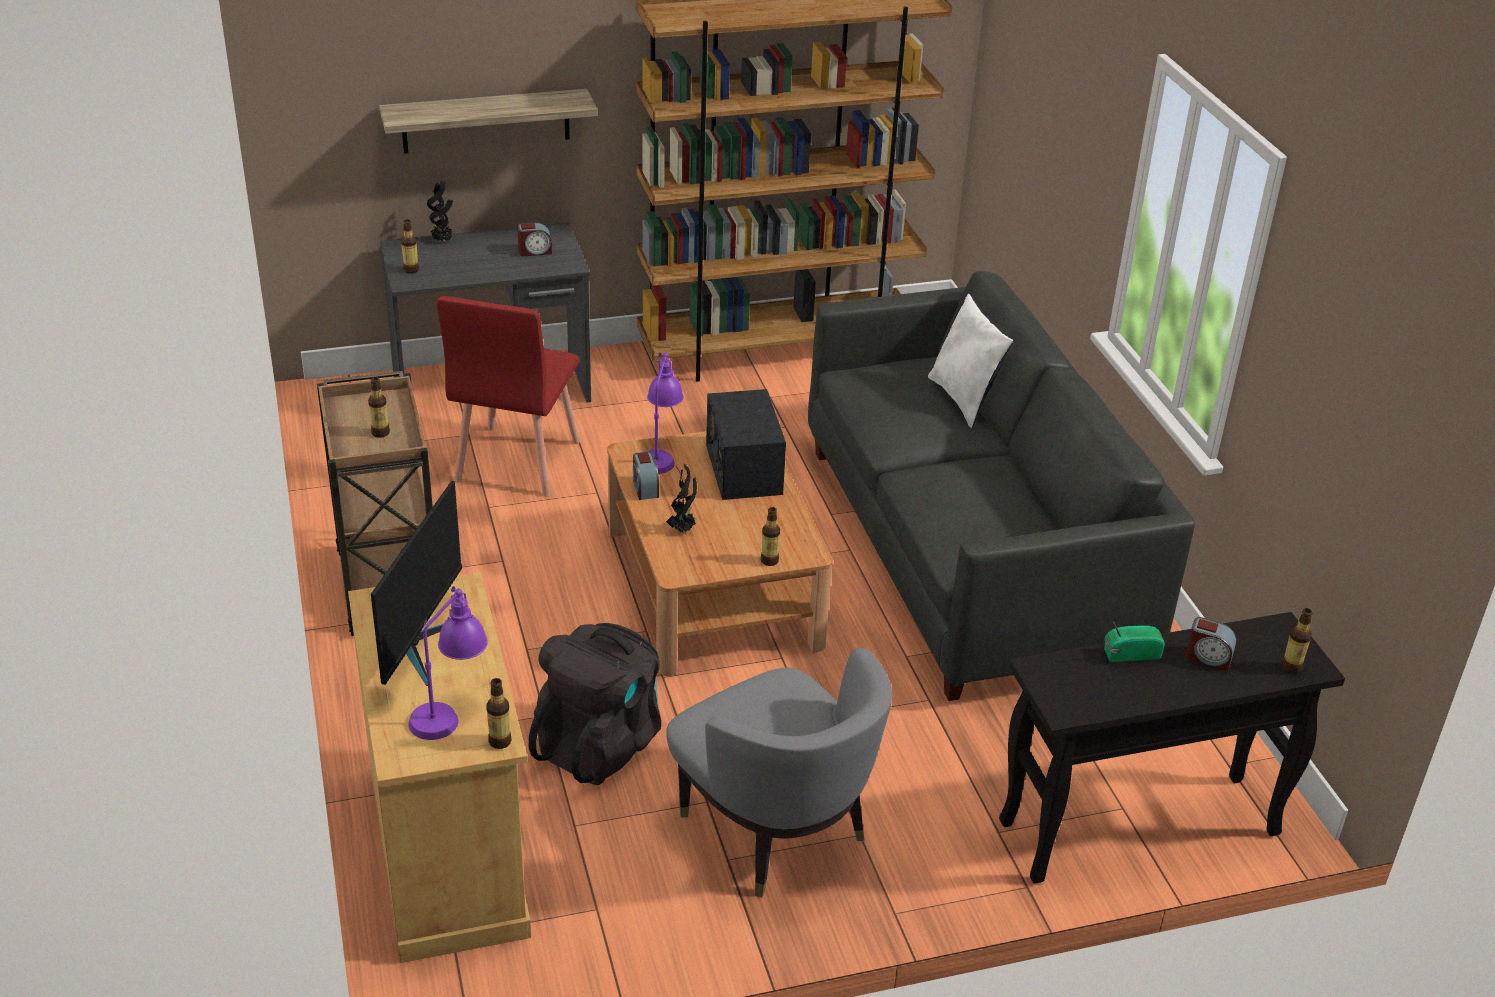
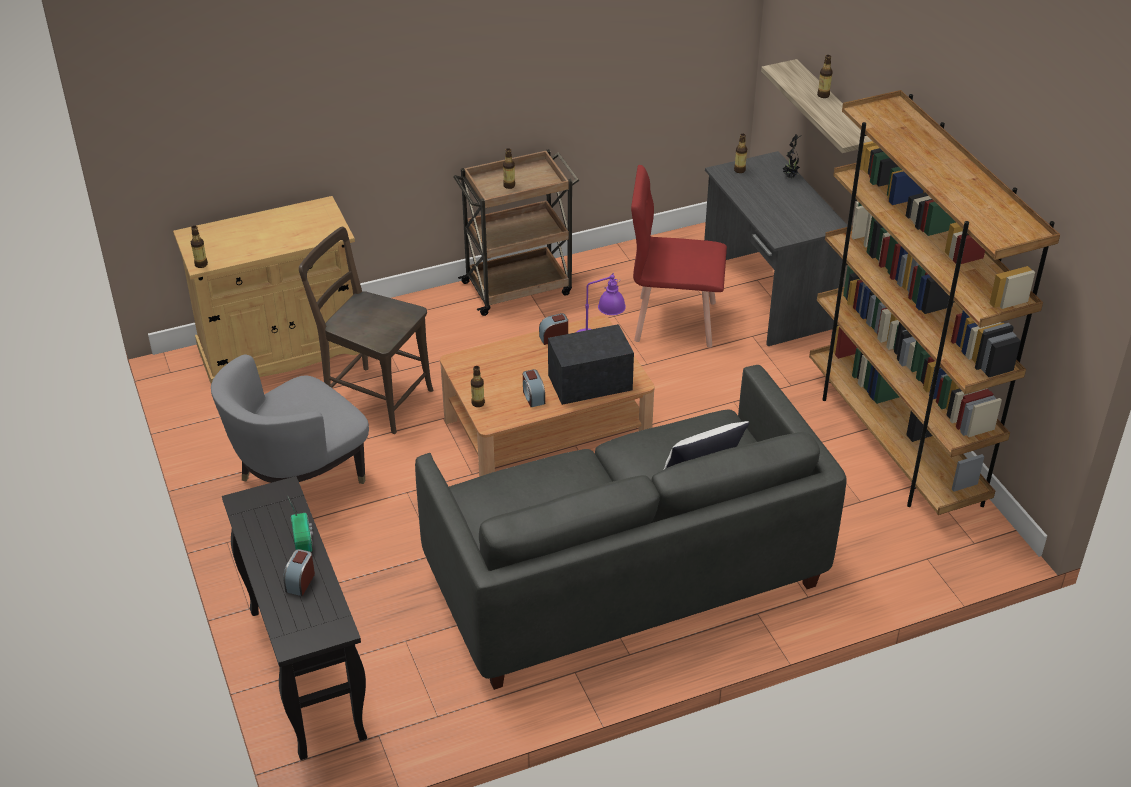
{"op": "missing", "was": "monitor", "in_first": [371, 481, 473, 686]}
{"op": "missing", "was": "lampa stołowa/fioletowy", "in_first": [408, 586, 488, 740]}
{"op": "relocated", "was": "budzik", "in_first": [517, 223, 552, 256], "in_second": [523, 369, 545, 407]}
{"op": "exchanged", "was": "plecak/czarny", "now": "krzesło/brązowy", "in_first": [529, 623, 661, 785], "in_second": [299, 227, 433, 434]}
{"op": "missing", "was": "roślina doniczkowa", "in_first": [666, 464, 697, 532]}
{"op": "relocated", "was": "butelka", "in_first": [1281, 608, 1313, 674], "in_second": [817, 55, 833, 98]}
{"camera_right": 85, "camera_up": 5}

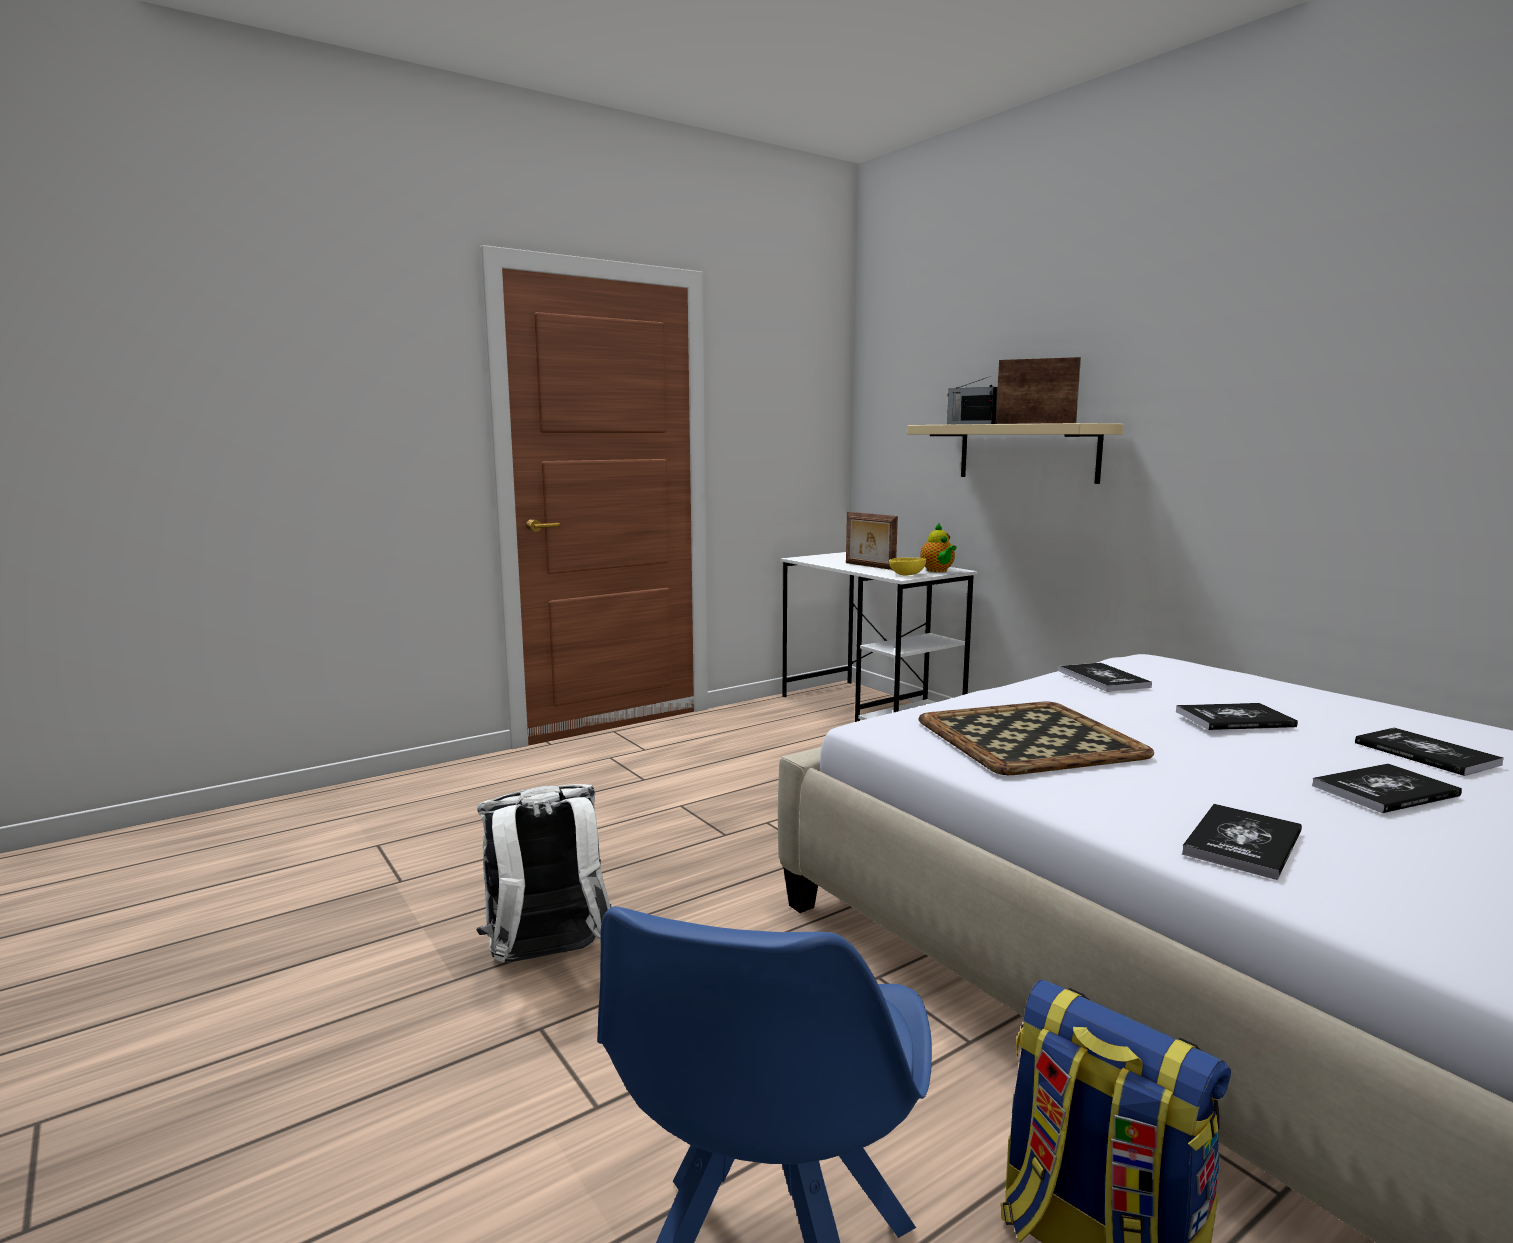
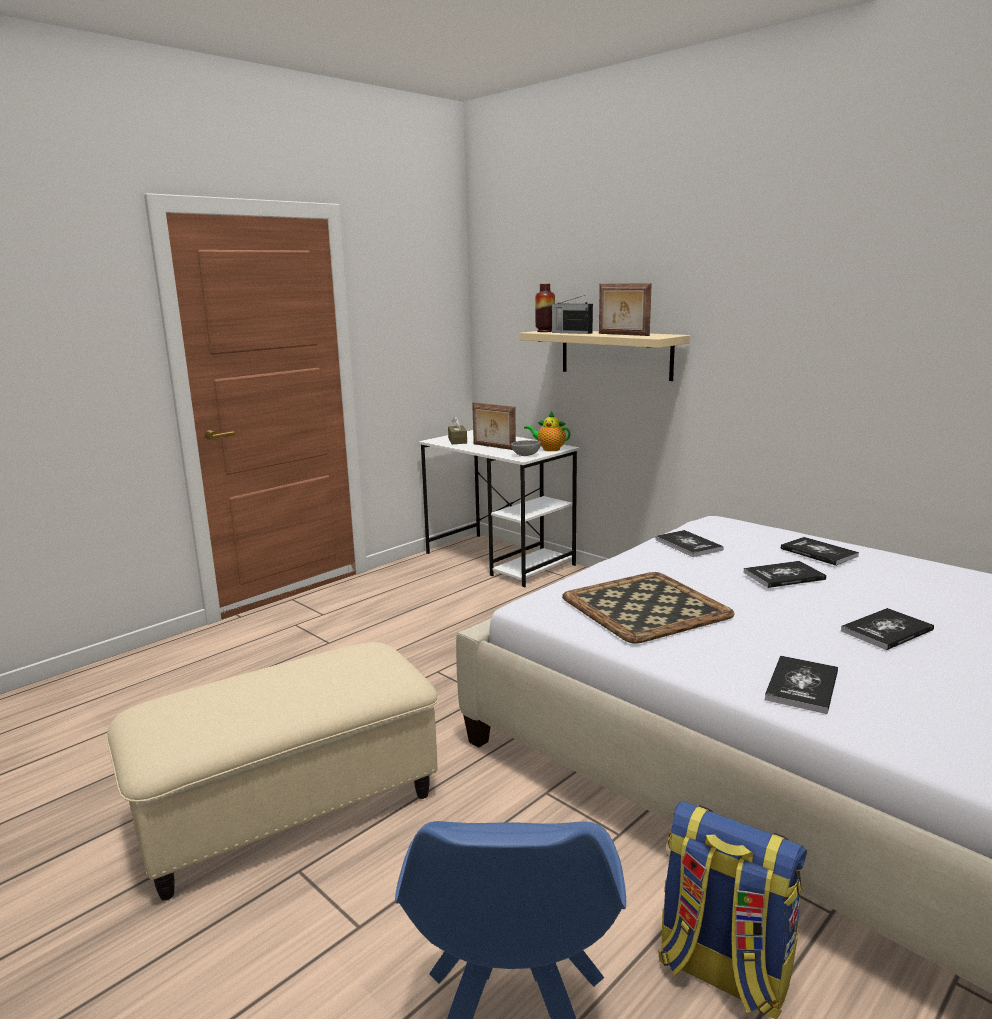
{"op": "exchanged", "was": "plecak/biały", "now": "pufa/beżowy", "in_first": [476, 784, 611, 963], "in_second": [106, 642, 439, 901]}
{"op": "colour", "was": "miska/żółty", "now": "miska/szary", "in_first": [889, 558, 926, 575], "in_second": [511, 440, 541, 456]}
{"op": "spun", "was": "imbryk", "in_first": [920, 523, 957, 572], "in_second": [524, 412, 571, 451], "clockwise": 135}
{"op": "spun", "was": "ramka na zdjęcie", "in_first": [996, 357, 1081, 424], "in_second": [599, 283, 652, 336], "clockwise": -150}
{"op": "relocated", "was": "książka", "in_first": [1355, 728, 1504, 776], "in_second": [781, 537, 859, 566]}
{"op": "appeared", "now": "pudełko chusteczek/brązowy", "in_second": [448, 416, 467, 444]}
{"op": "appeared", "now": "wazon", "in_second": [535, 283, 555, 332]}
{"camera_right": -10, "camera_up": 5}

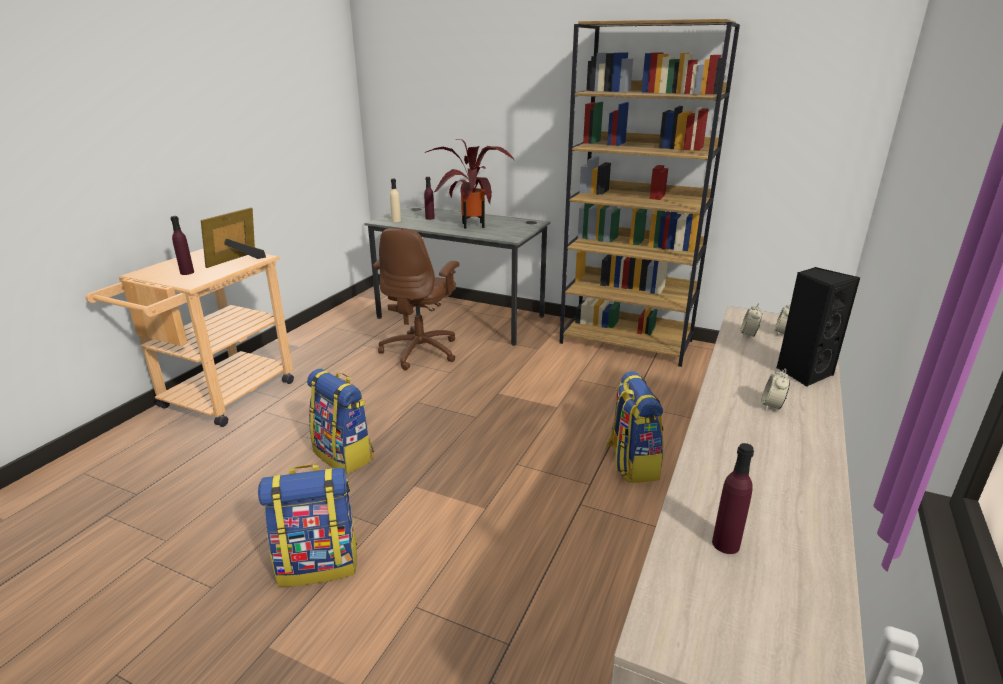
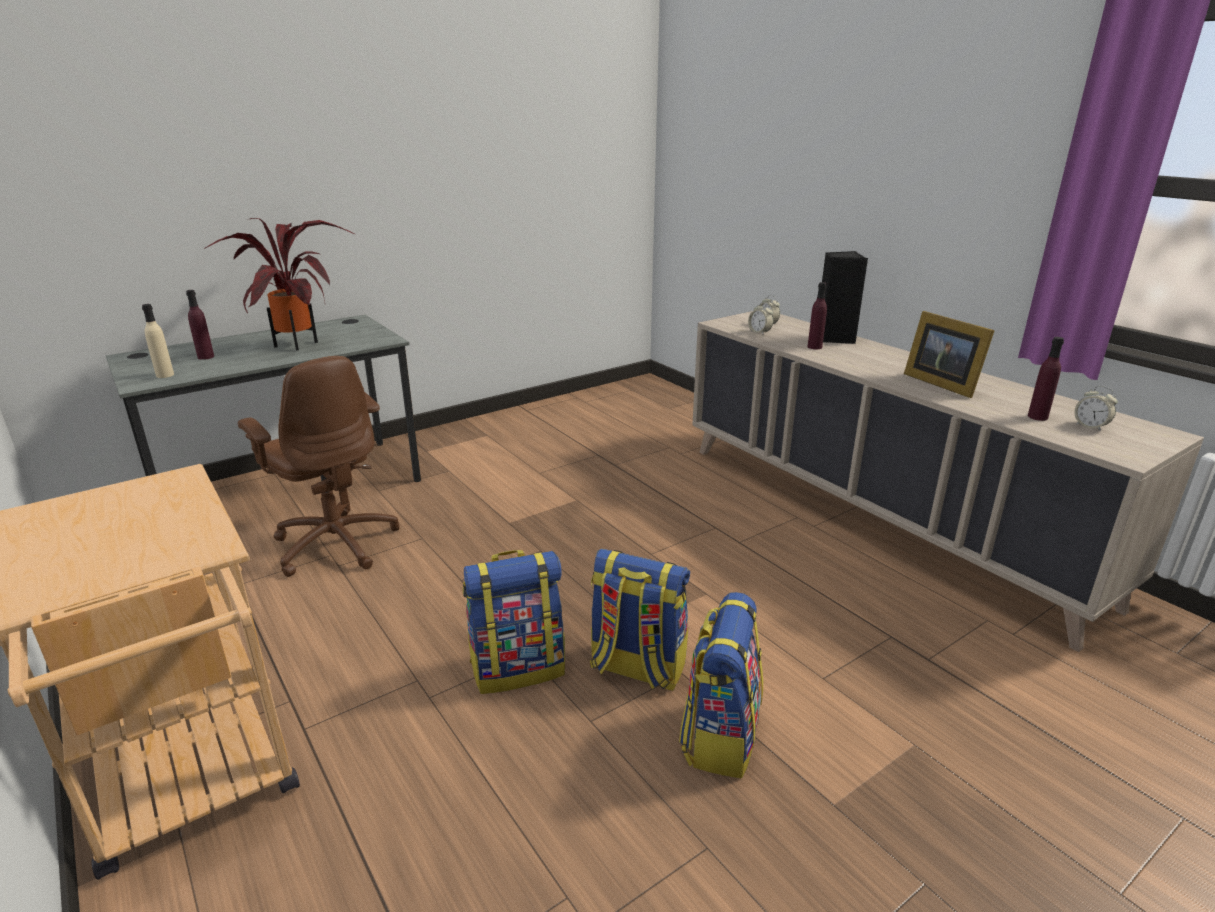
{"op": "relocated", "was": "butelka/fioletowy", "in_first": [171, 216, 194, 275], "in_second": [807, 282, 827, 349]}
{"op": "relocated", "was": "ramka na zdjęcie", "in_first": [201, 208, 266, 268], "in_second": [904, 311, 995, 398]}
{"op": "missing", "was": "regał/brązowy", "in_first": [559, 19, 740, 367]}
{"op": "relocated", "was": "plecak", "in_first": [606, 371, 664, 483], "in_second": [590, 549, 690, 691]}
{"op": "relocated", "was": "budzik", "in_first": [761, 368, 790, 411], "in_second": [1074, 386, 1118, 432]}
{"camera_right": -60, "camera_up": 0}

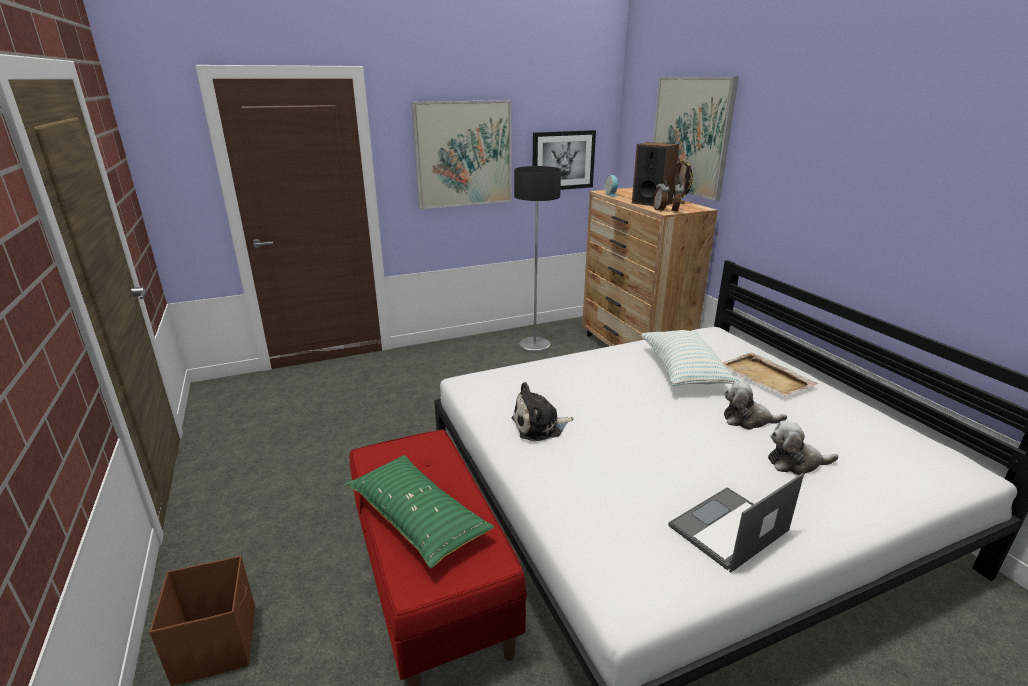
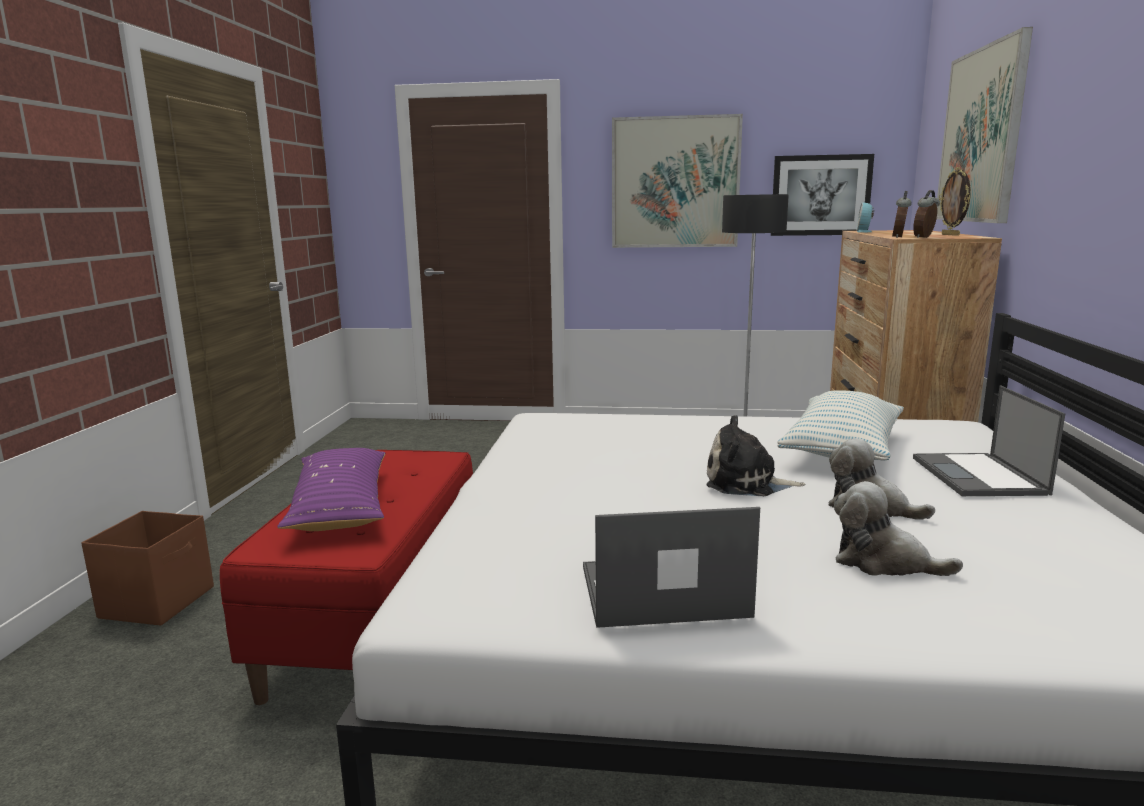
{"op": "colour", "was": "poduszka/zielony", "now": "poduszka/fioletowy", "in_first": [345, 455, 494, 569], "in_second": [278, 448, 385, 531]}
{"op": "relocated", "was": "pluszak", "in_first": [511, 382, 574, 442], "in_second": [706, 415, 805, 496]}
{"op": "missing", "was": "głośnik", "in_first": [632, 142, 679, 206]}
{"op": "exchanged", "was": "taca/beżowy", "now": "laptop", "in_first": [723, 352, 818, 396], "in_second": [913, 386, 1065, 496]}
{"camera_right": 30, "camera_up": -10}

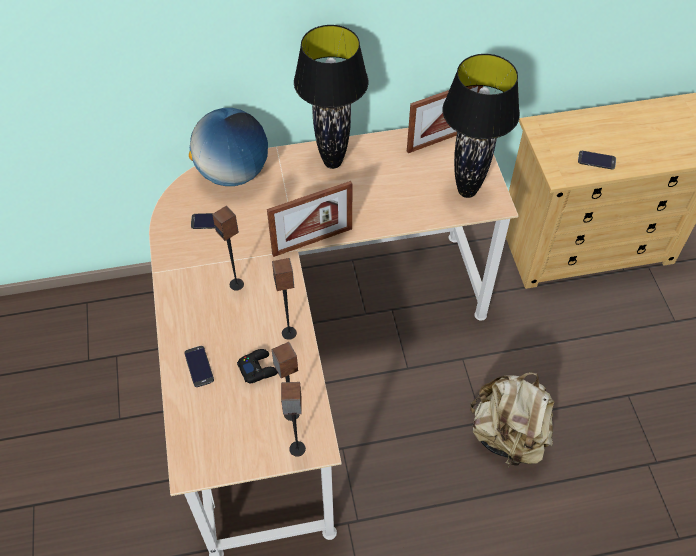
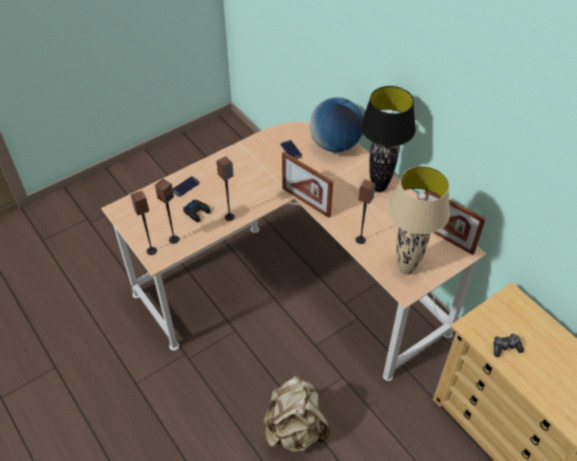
{"op": "relocated", "was": "głośnik", "in_first": [212, 206, 244, 291], "in_second": [356, 179, 376, 244]}
{"op": "colour", "was": "lampa stołowa/czarny", "now": "lampa stołowa/beżowy", "in_first": [443, 54, 520, 198], "in_second": [388, 166, 450, 275]}
{"op": "exchanged", "was": "telefon", "now": "pad do gier", "in_first": [578, 151, 616, 169], "in_second": [494, 333, 524, 357]}
{"camera_right": 65, "camera_up": -5}

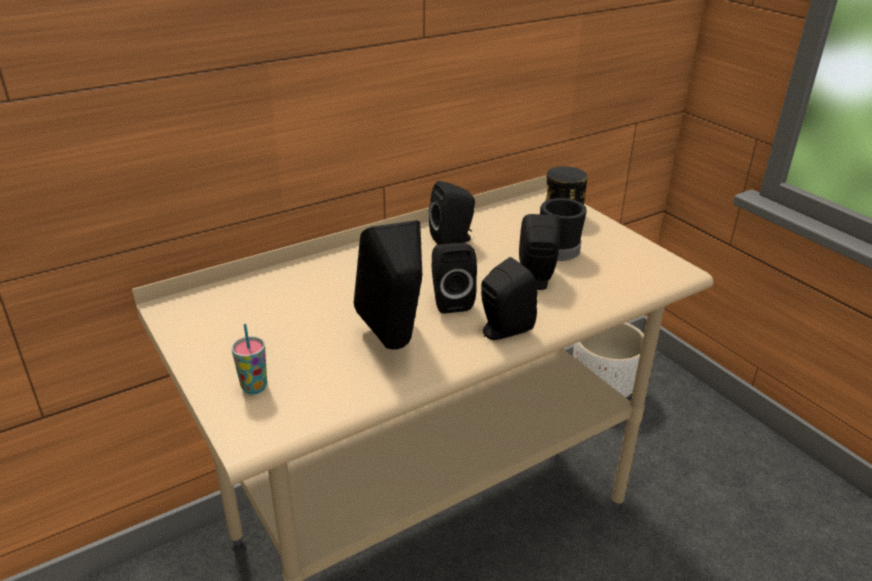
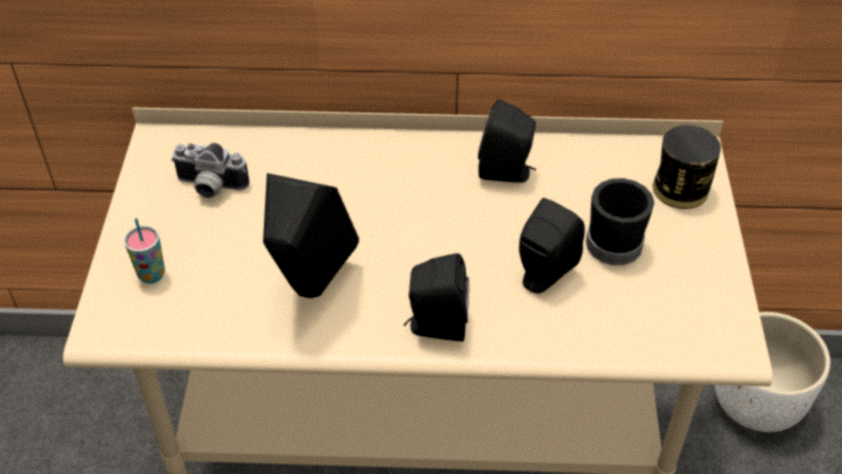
{"op": "missing", "was": "głośnik/czarny", "in_first": [432, 243, 477, 314]}
{"op": "appeared", "now": "aparat fotograficzny", "in_second": [171, 143, 249, 198]}
{"camera_right": 35, "camera_up": 15}

